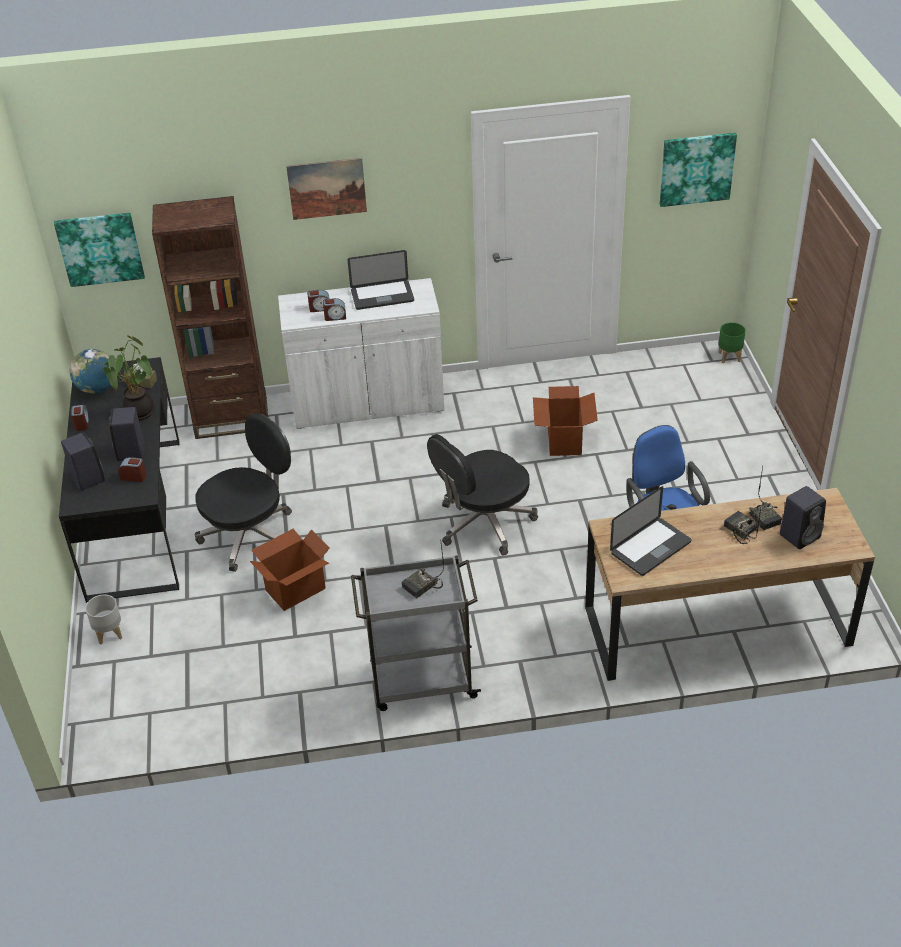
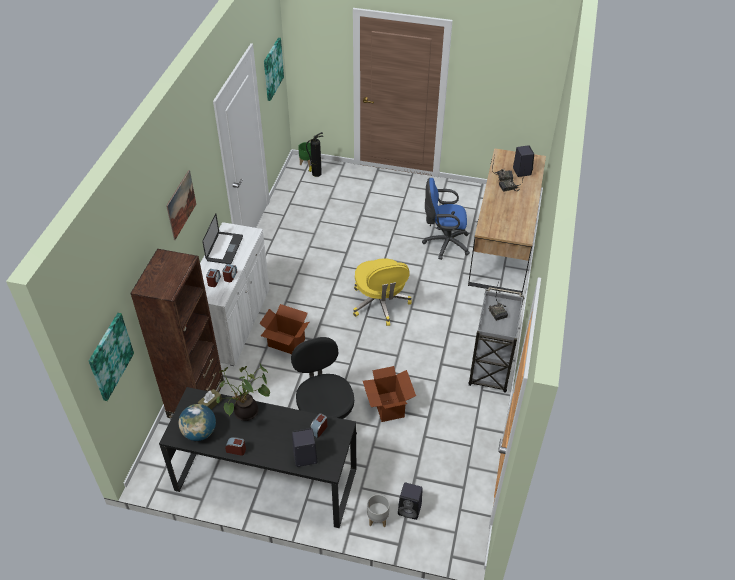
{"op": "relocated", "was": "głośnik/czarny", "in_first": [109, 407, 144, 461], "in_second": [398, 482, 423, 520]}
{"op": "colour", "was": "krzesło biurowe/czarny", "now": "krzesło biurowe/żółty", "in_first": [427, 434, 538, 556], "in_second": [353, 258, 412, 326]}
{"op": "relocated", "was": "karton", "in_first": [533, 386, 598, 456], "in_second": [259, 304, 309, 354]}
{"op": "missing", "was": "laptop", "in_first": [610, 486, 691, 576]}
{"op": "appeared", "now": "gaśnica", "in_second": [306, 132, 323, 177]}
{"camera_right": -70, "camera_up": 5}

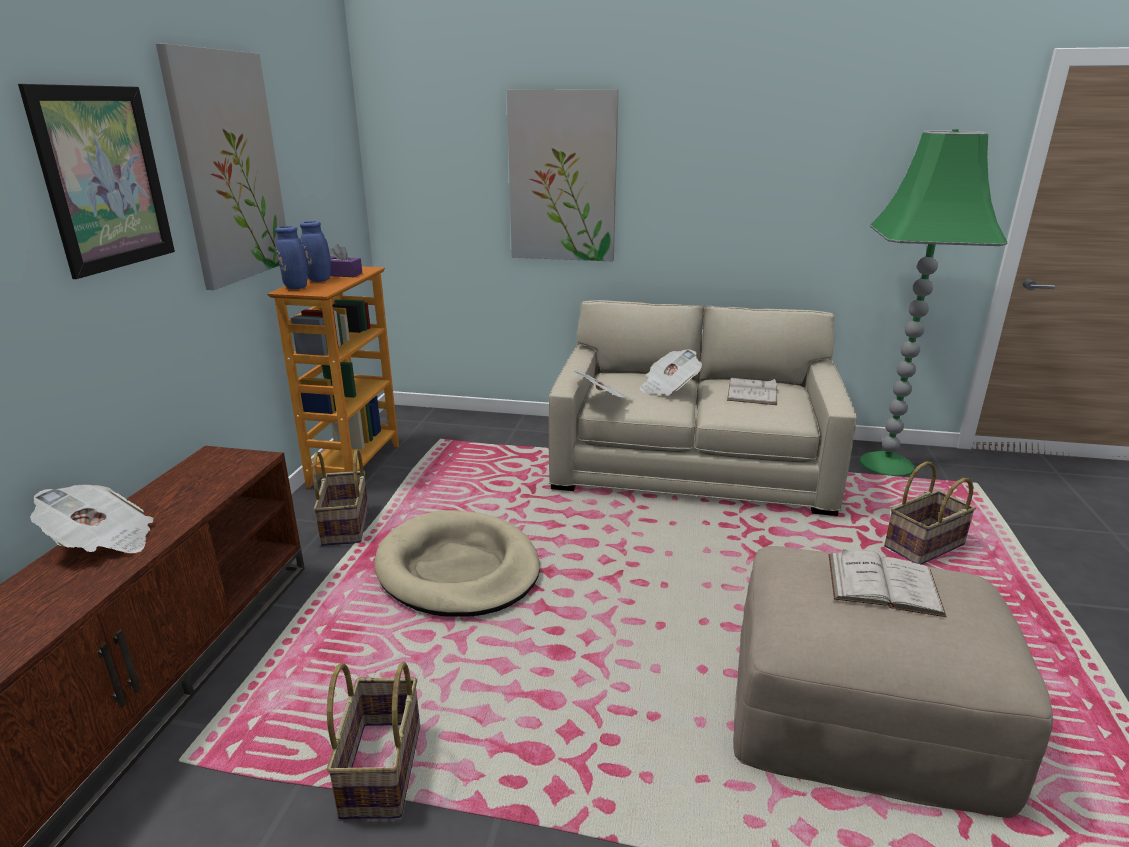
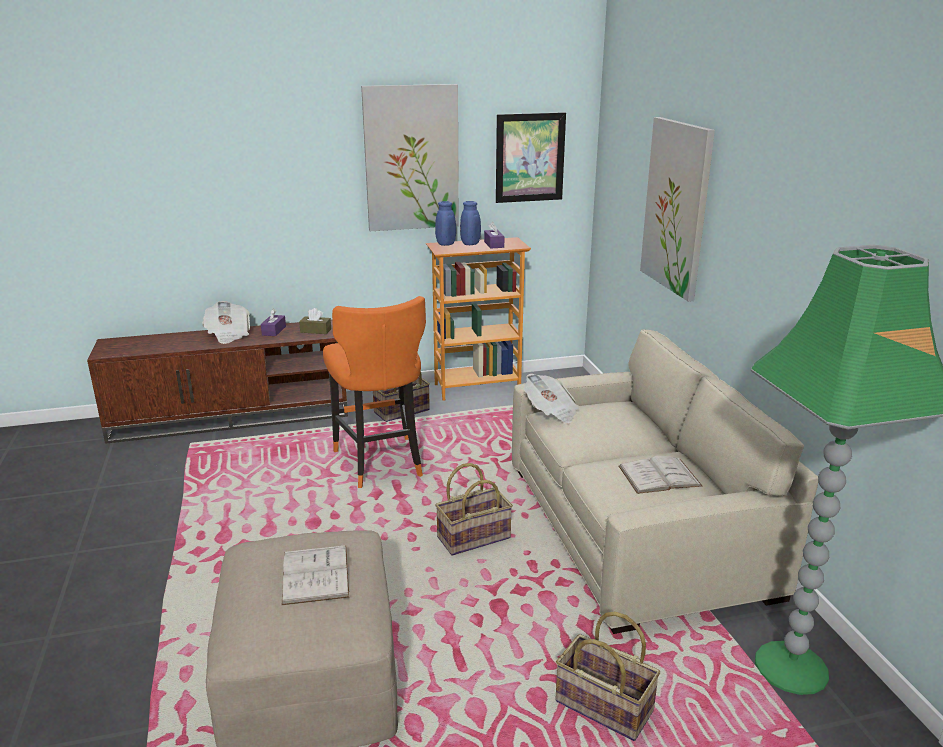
{"op": "relocated", "was": "obraz", "in_first": [18, 84, 175, 279], "in_second": [496, 112, 566, 203]}
{"op": "relocated", "was": "koszyk", "in_first": [327, 662, 420, 819], "in_second": [435, 463, 513, 555]}
{"op": "exchanged", "was": "legowisko/beżowy", "now": "stołek/pomarańczowy", "in_first": [374, 510, 540, 617], "in_second": [323, 296, 426, 488]}
{"op": "missing", "was": "gazeta", "in_first": [639, 349, 702, 396]}
{"op": "appeared", "now": "pudełko chusteczek/fioletowy", "in_second": [261, 309, 286, 336]}
{"op": "appeared", "now": "pudełko chusteczek/brązowy", "in_second": [299, 308, 331, 334]}
{"camera_right": 65, "camera_up": 0}

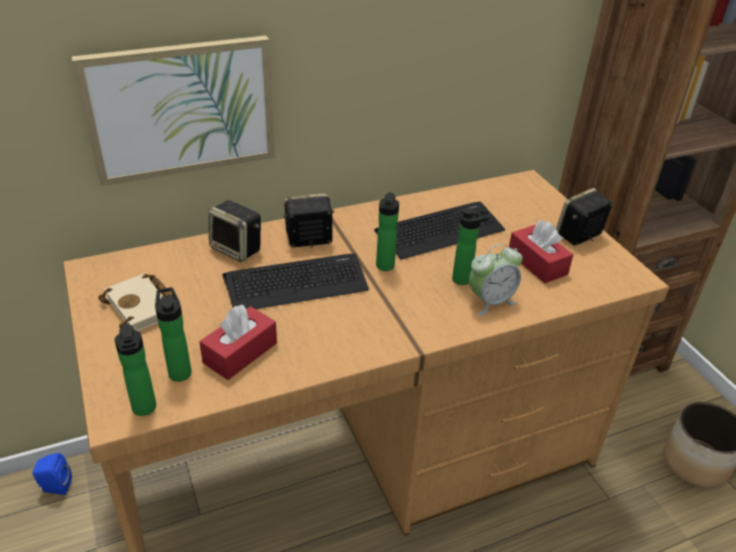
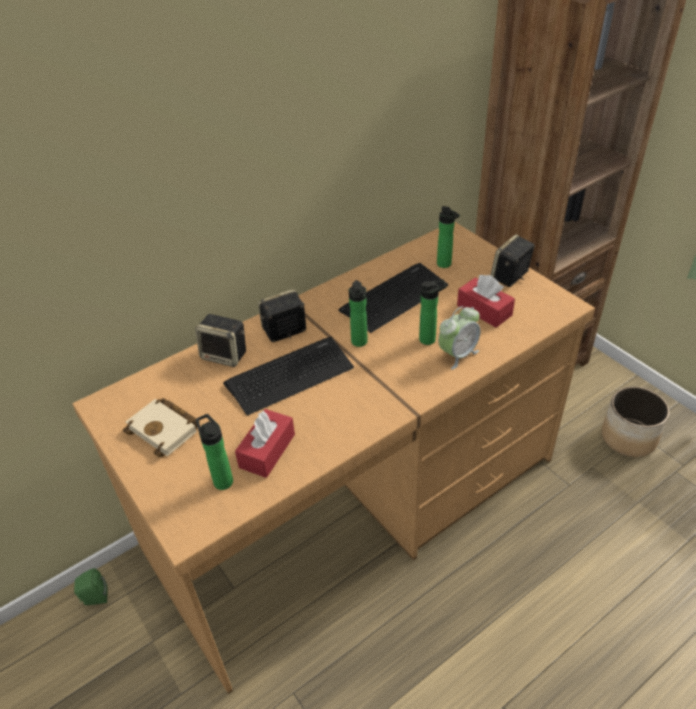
{"op": "colour", "was": "głośnik/niebieski", "now": "głośnik/zielony", "in_first": [32, 453, 72, 495], "in_second": [74, 568, 108, 605]}
{"op": "missing", "was": "obraz", "in_first": [71, 36, 275, 186]}
{"op": "relocated", "was": "butelka", "in_first": [114, 324, 156, 416], "in_second": [437, 206, 460, 268]}
{"camera_right": -10, "camera_up": 5}

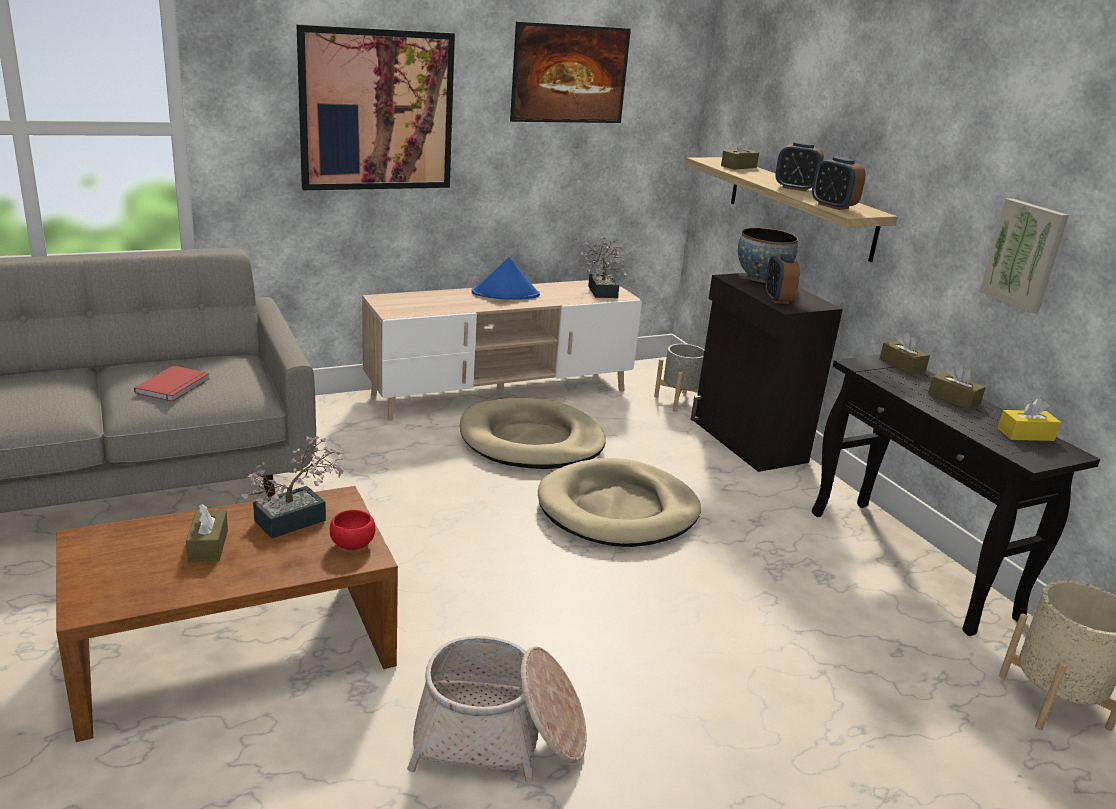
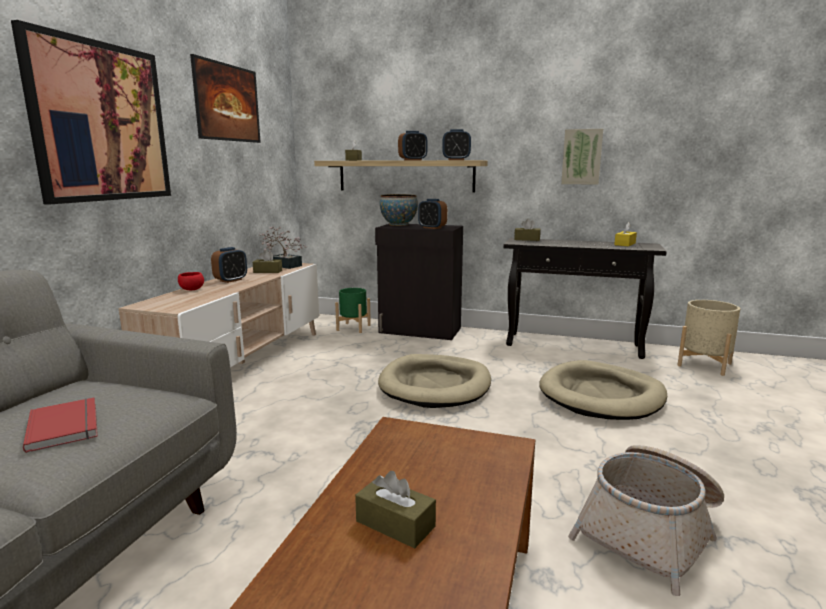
{"op": "missing", "was": "roślina doniczkowa", "in_first": [242, 436, 344, 538]}
{"op": "relocated", "was": "miska/czerwony", "in_first": [330, 510, 375, 550], "in_second": [178, 272, 204, 290]}
{"op": "relocated", "was": "legowisko/beżowy", "in_first": [460, 398, 606, 469], "in_second": [539, 360, 667, 420]}
{"op": "exchanged", "was": "kapelusz/niebieski", "now": "budzik", "in_first": [472, 257, 540, 300], "in_second": [211, 247, 247, 283]}
{"op": "colour", "was": "donica/szary", "now": "donica/zielony", "in_first": [654, 344, 704, 412], "in_second": [335, 288, 371, 333]}
{"op": "relocated", "was": "pudełko chusteczek/brązowy", "in_first": [928, 364, 986, 410], "in_second": [253, 250, 282, 273]}
{"camera_right": -45, "camera_up": -10}

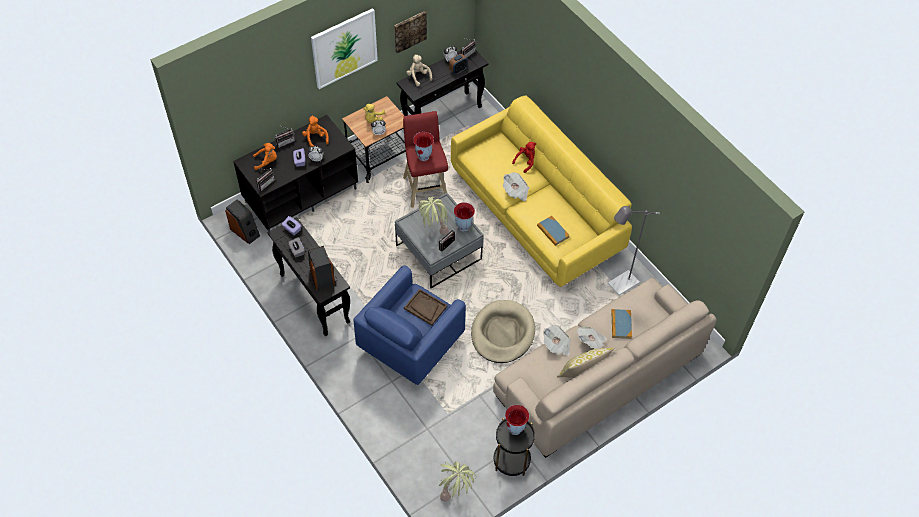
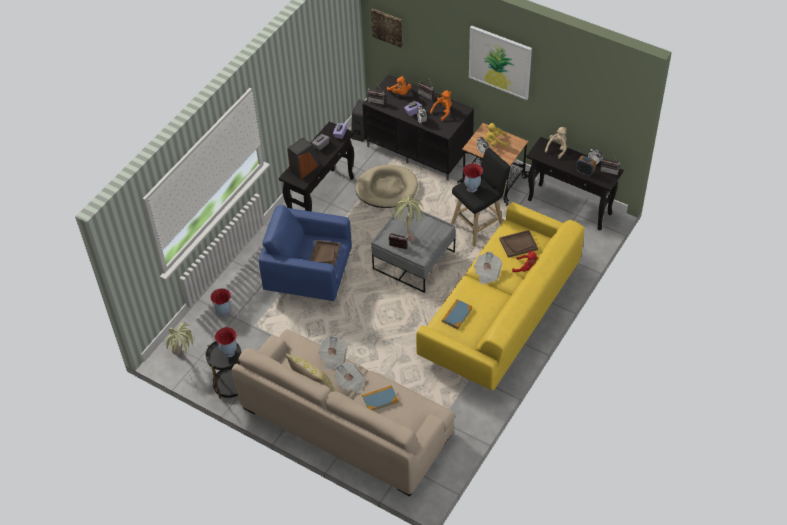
{"op": "relocated", "was": "obraz", "in_first": [394, 11, 427, 53], "in_second": [371, 9, 403, 48]}
{"op": "colour", "was": "stołek/czerwony", "now": "stołek/czarny", "in_first": [403, 111, 448, 208], "in_second": [451, 148, 510, 247]}
{"op": "relocated", "was": "wazon", "in_first": [454, 202, 475, 232], "in_second": [211, 288, 231, 317]}
{"op": "relocated", "was": "legowisko/beżowy", "in_first": [471, 300, 535, 363], "in_second": [355, 165, 418, 208]}
{"op": "missing", "was": "lampa stojąca/szary", "in_first": [608, 206, 660, 295]}
{"op": "appeared", "now": "taca/brązowy", "in_second": [499, 230, 538, 258]}
{"camera_right": 70, "camera_up": -5}

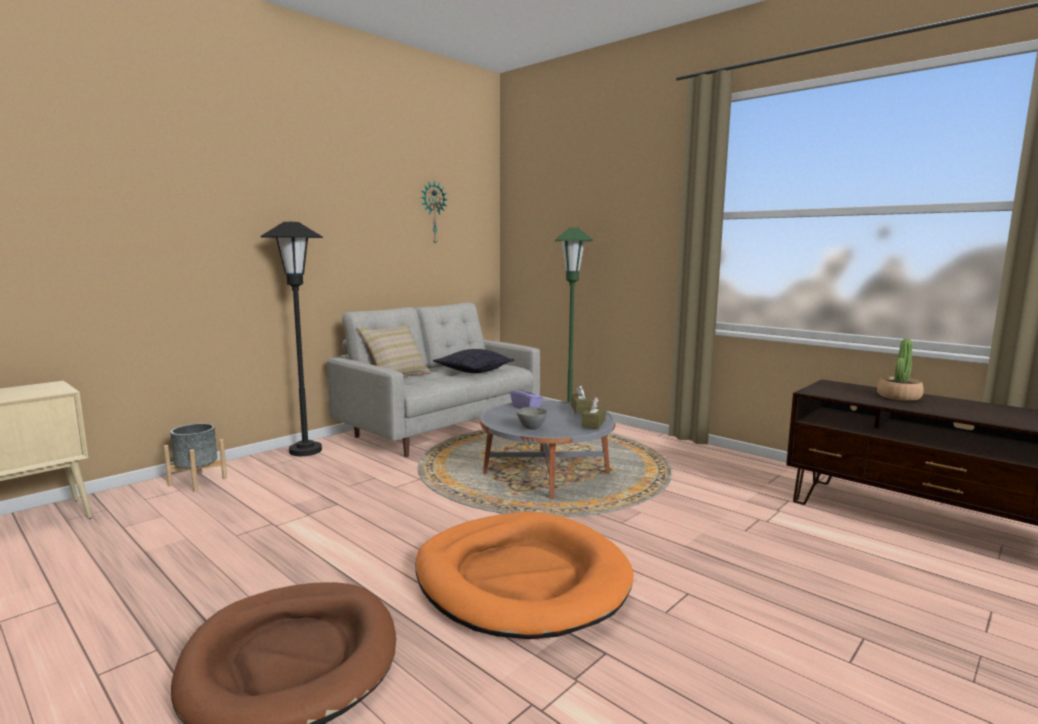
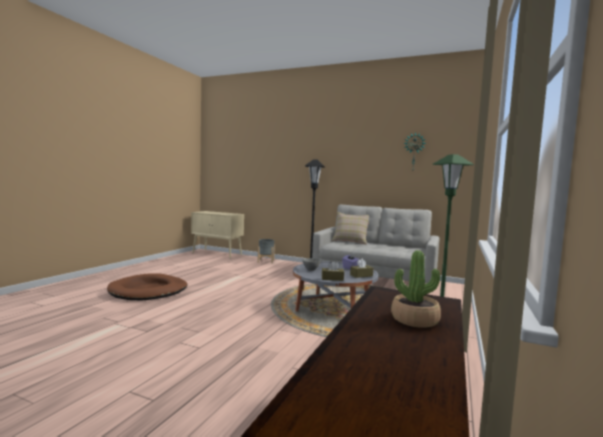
{"op": "missing", "was": "legowisko/pomarańczowy", "in_first": [415, 512, 634, 639]}
{"op": "missing", "was": "poduszka", "in_first": [433, 349, 514, 373]}
{"camera_right": 70, "camera_up": -5}

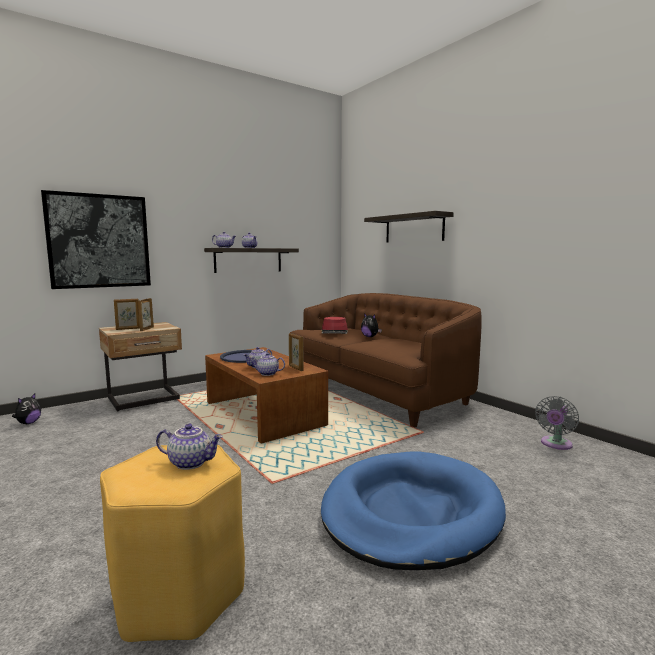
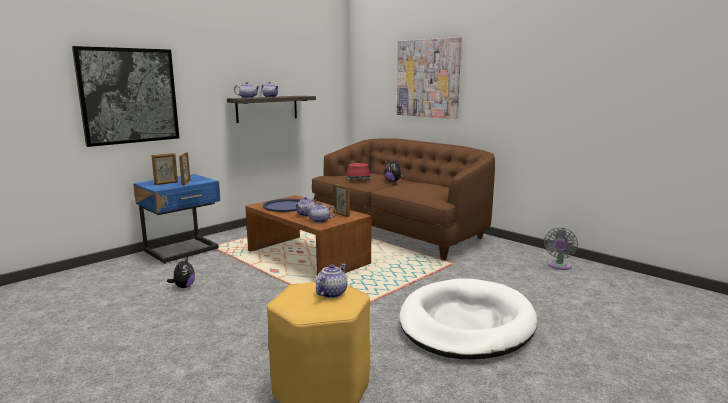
{"op": "relocated", "was": "pluszak", "in_first": [12, 393, 41, 424], "in_second": [167, 257, 195, 288]}
{"op": "colour", "was": "szafka nocna/beżowy", "now": "szafka nocna/niebieski", "in_first": [99, 322, 182, 411], "in_second": [133, 174, 220, 264]}
{"op": "spun", "was": "imbryk", "in_first": [156, 423, 223, 470], "in_second": [316, 264, 347, 298], "clockwise": -60}
{"op": "colour", "was": "legowisko/niebieski", "now": "legowisko/biały", "in_first": [321, 451, 506, 570], "in_second": [399, 278, 537, 359]}
{"op": "exchanged", "was": "półka", "now": "obraz", "in_first": [364, 211, 454, 243], "in_second": [397, 37, 462, 119]}
{"camera_right": -10, "camera_up": 5}

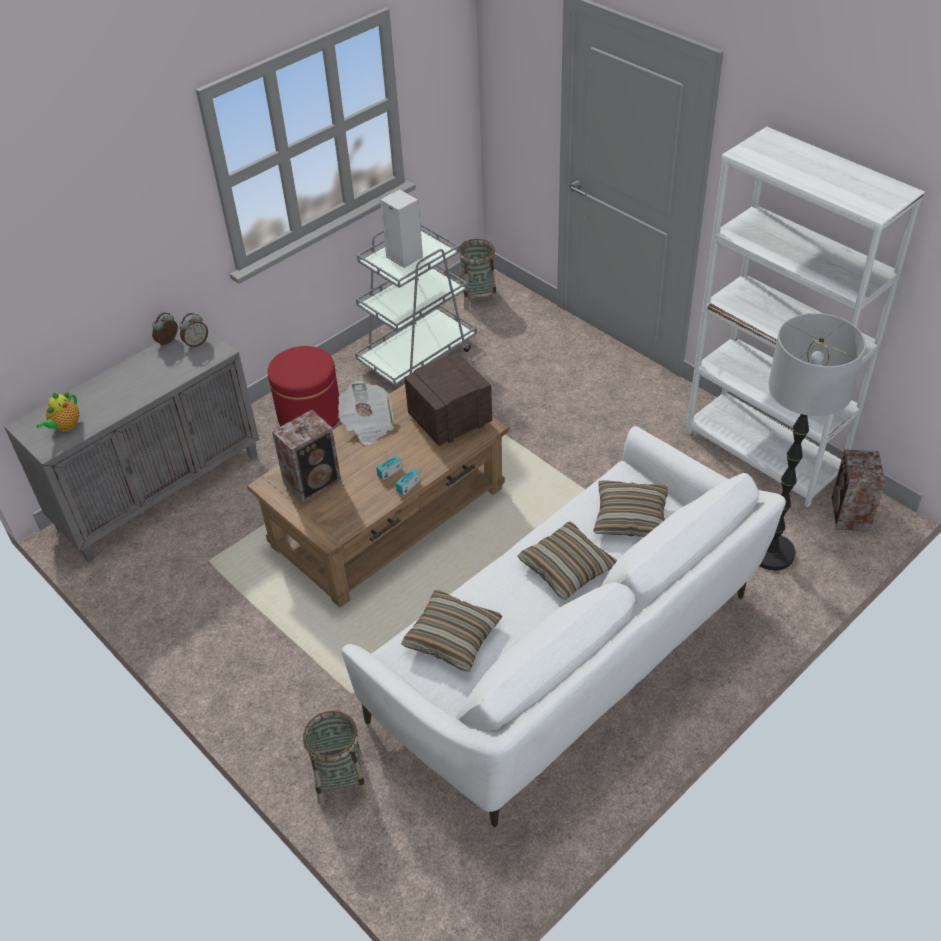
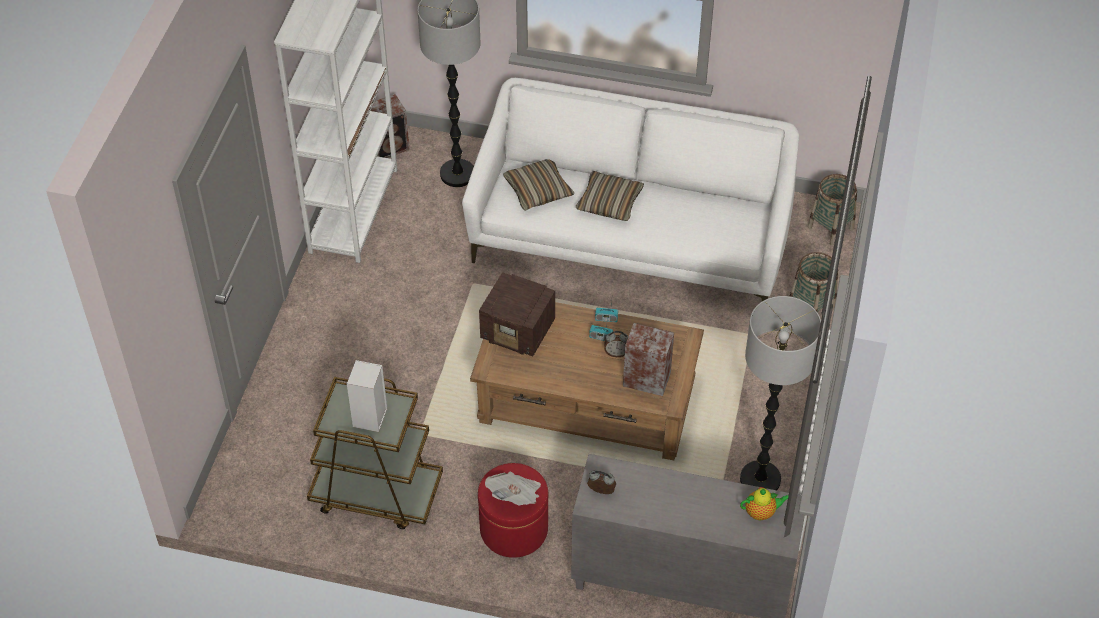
{"op": "relocated", "was": "budzik", "in_first": [152, 312, 178, 346], "in_second": [604, 331, 629, 357]}
{"op": "relocated", "was": "gazeta", "in_first": [338, 381, 394, 445], "in_second": [485, 472, 541, 505]}
{"op": "colour", "was": "wózek/szary", "now": "wózek/brązowy", "in_first": [355, 223, 477, 386], "in_second": [307, 377, 443, 529]}
{"op": "missing", "was": "poduszka", "in_first": [401, 590, 503, 672]}
{"op": "relocated", "was": "koszyk", "in_first": [458, 239, 497, 309], "in_second": [807, 174, 857, 245]}
{"op": "appeared", "now": "lampa stojąca", "in_second": [740, 296, 821, 490]}
{"camera_right": -125, "camera_up": 5}

